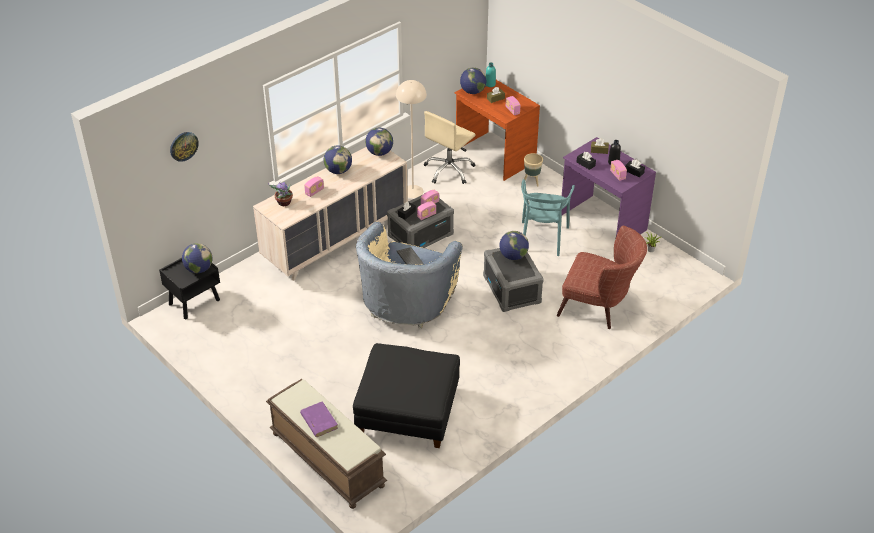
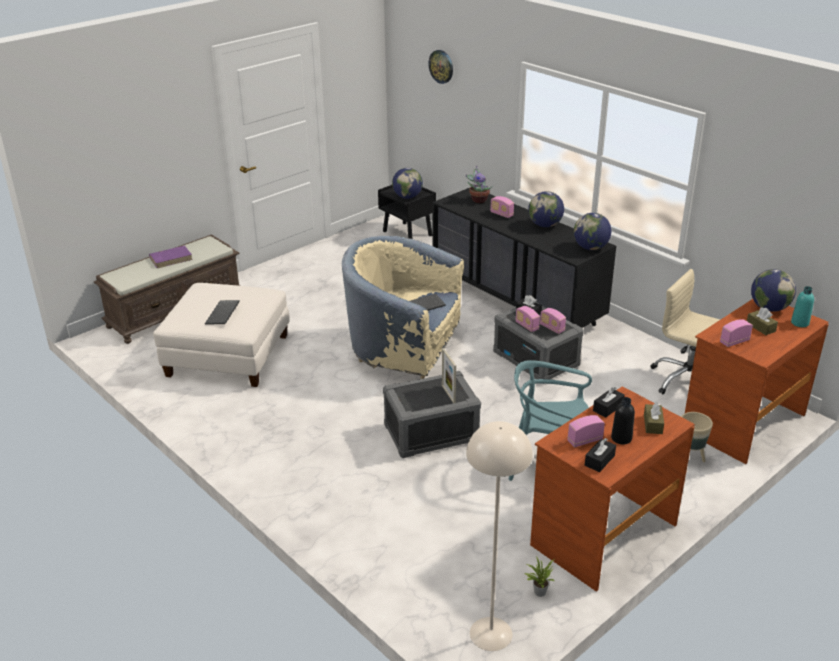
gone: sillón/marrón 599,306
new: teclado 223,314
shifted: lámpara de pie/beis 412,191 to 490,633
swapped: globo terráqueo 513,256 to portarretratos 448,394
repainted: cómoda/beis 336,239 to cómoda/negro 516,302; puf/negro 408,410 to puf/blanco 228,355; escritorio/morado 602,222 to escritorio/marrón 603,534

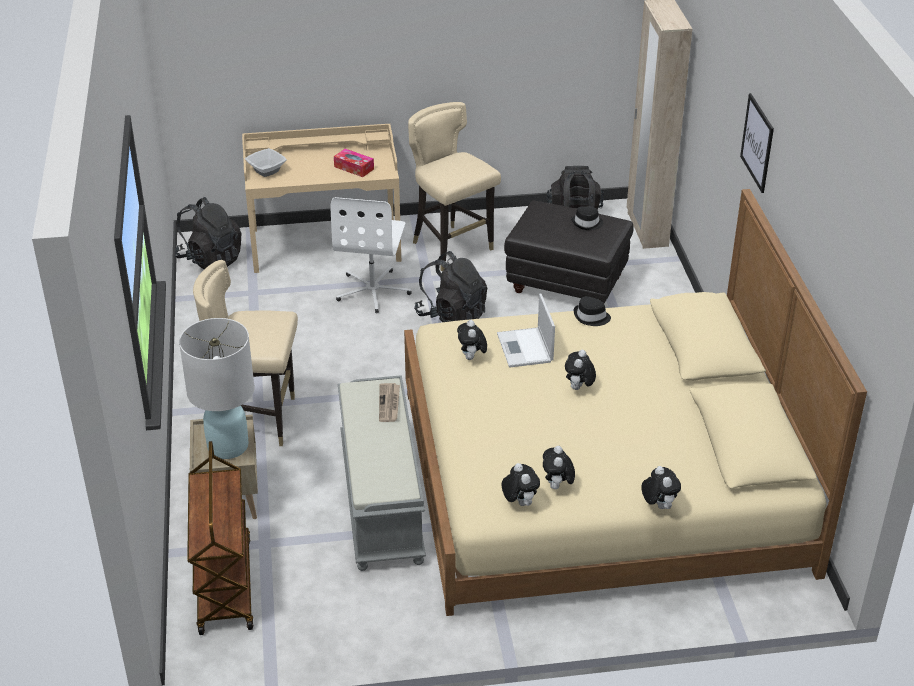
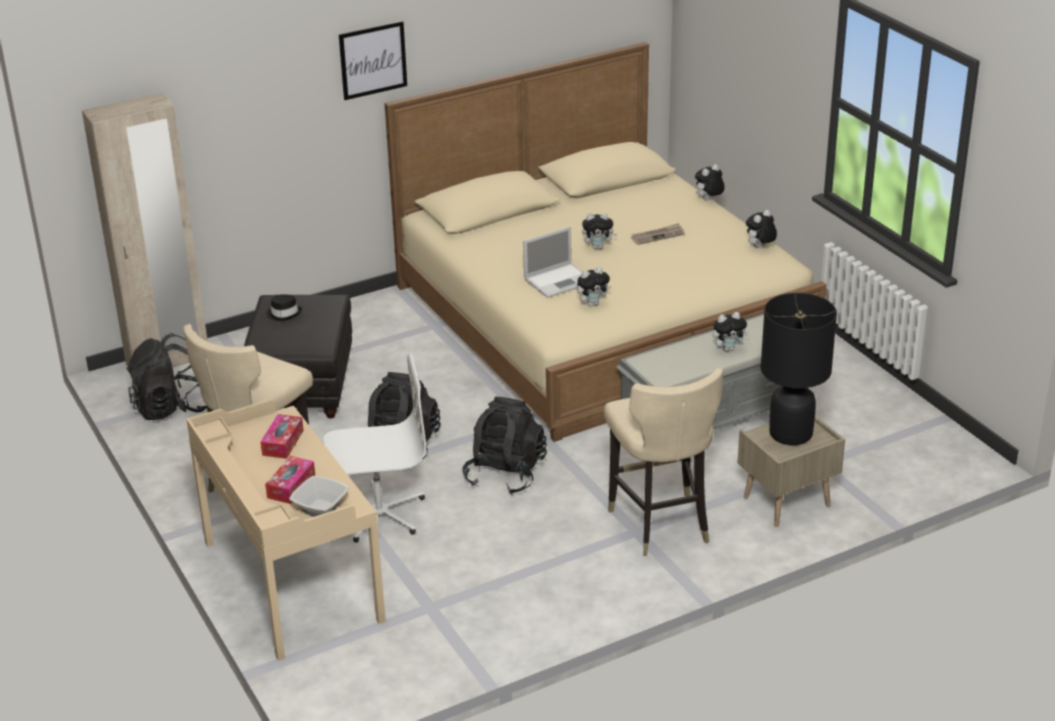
gone: carrito/marrón 224,584; sombrero/negro 591,317
new: caja de pañuelos 291,486
shifted: mochila/negro 210,259 to 505,474; periódico 389,404 to 657,236; peluche 557,487 to 728,348
repainted: lámpara de mesa/blanco 228,446 to lámpara de mesa/negro 790,433

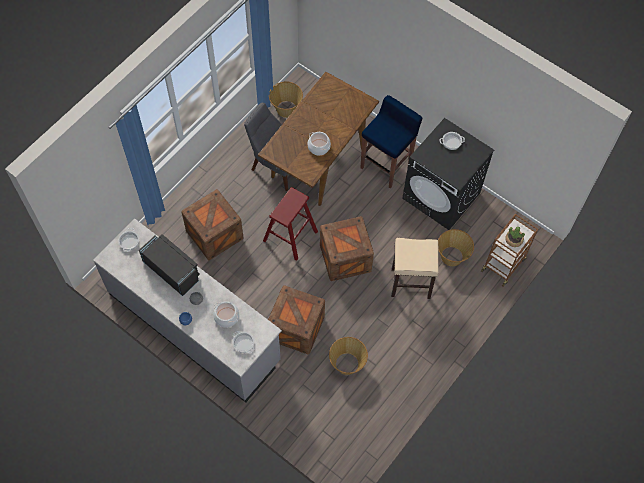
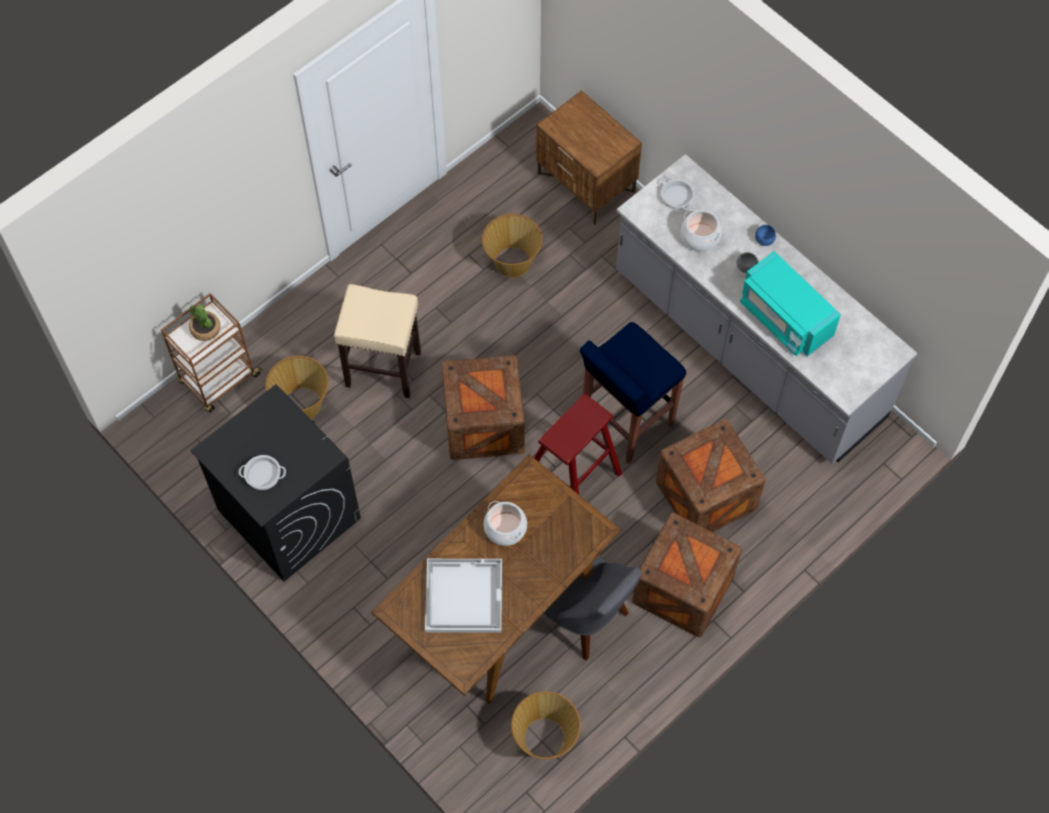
gone: olla 129,242
new: bandeja/blanco 463,595; mesita de noche/marrón 586,183
shifted: caja de embalaje 296,328 to 683,589; taburete/azul 386,166 to 625,423
repainted: microondas/negro 172,271 to microondas/turquesa 784,318

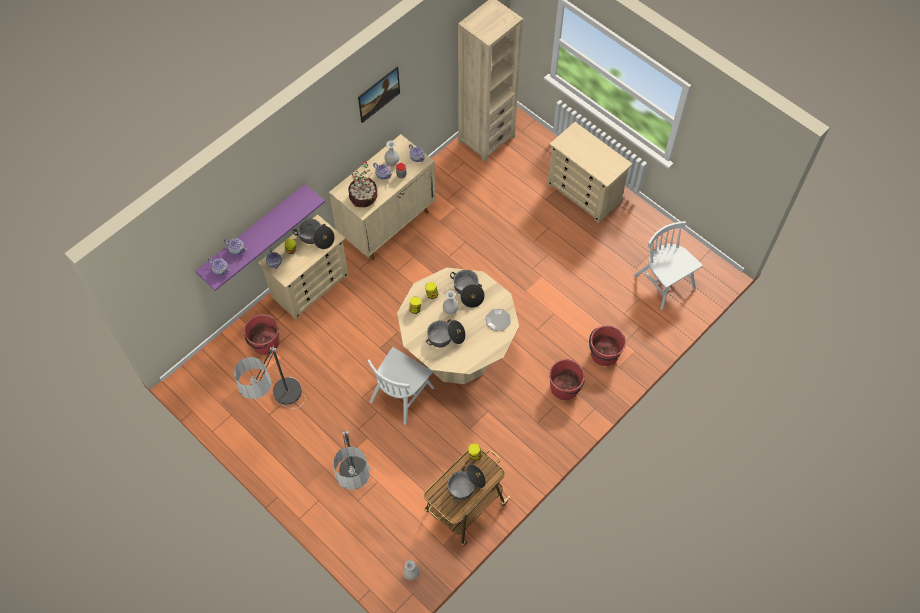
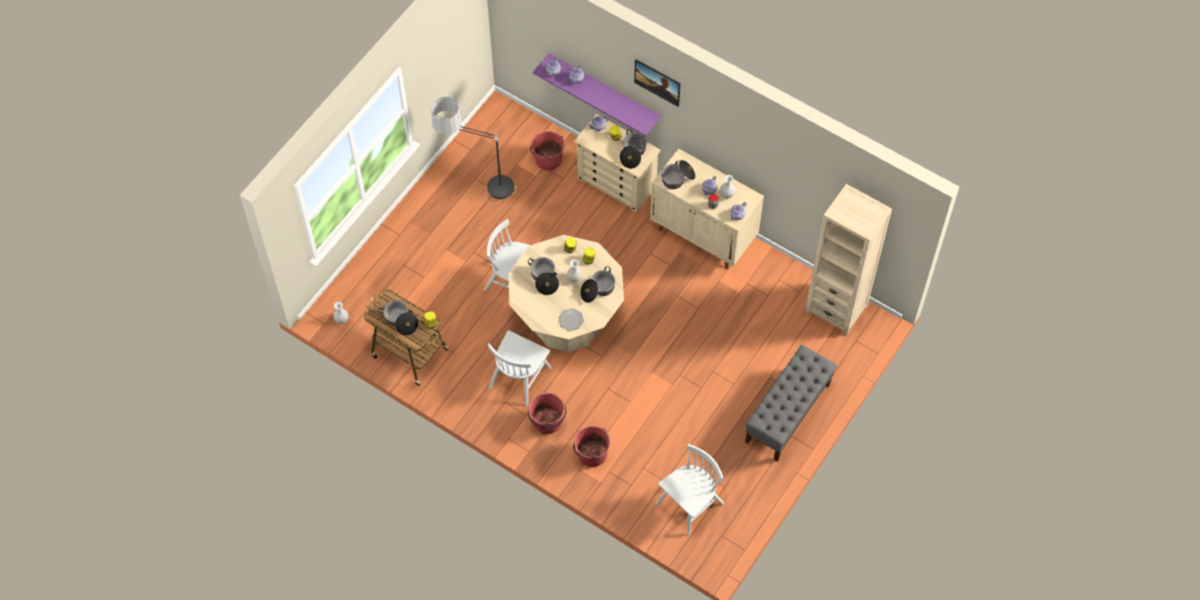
gone: lámpara de pie 360,493
new: silla/blanco 520,377
shifted: cuadro 379,101 to 657,88
swapped: planta en maceta 364,198 to olla 678,178; cómoda/beis 584,193 to banco/gris 787,413

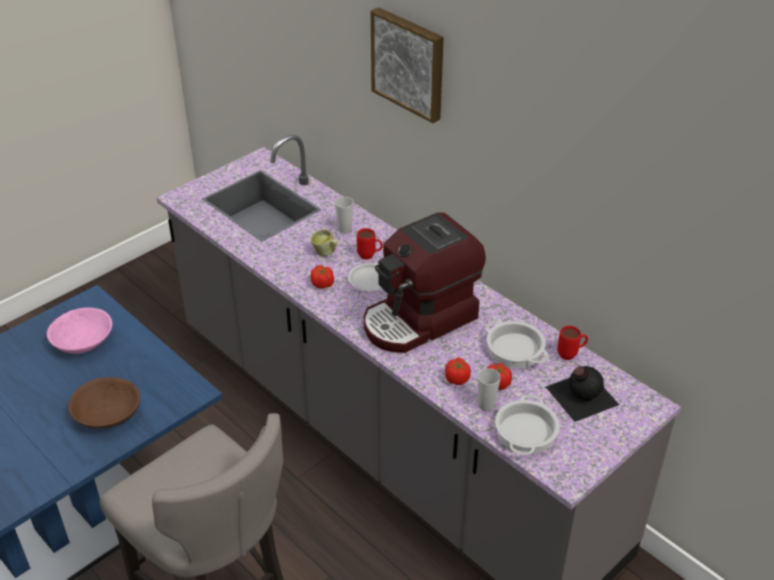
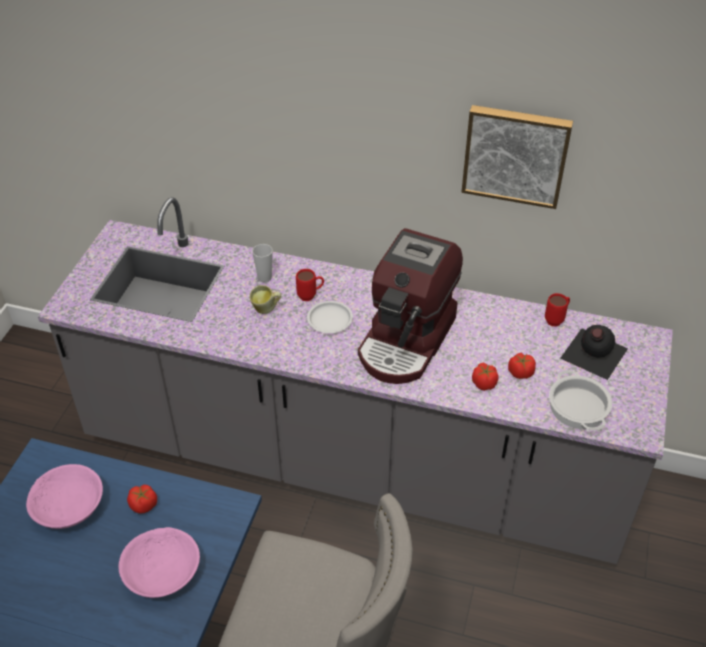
gone: taza 486,405; olla 514,349
shifted: tomate 322,284 to 144,505; cuadro 409,63 to 515,154
repainted: cuenco/marrón 107,414 to cuenco/rosa 162,573

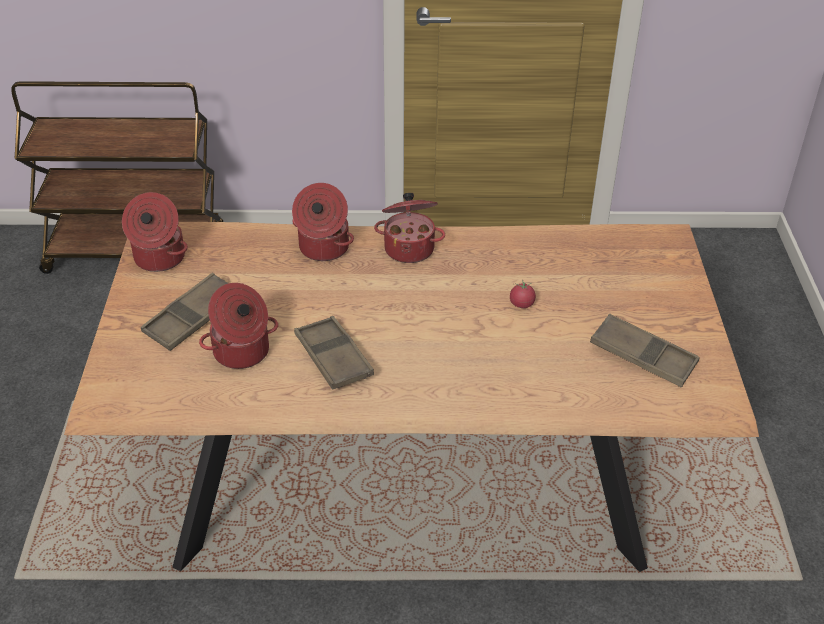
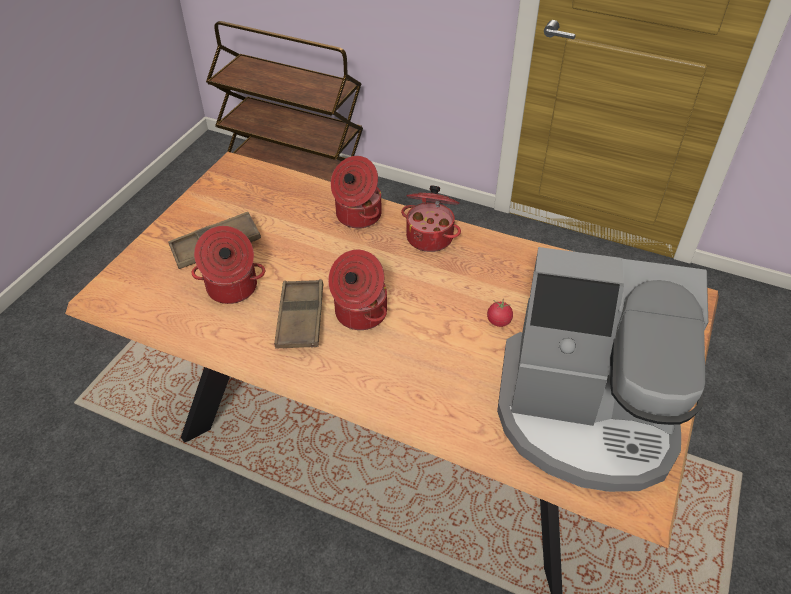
shifted: olla 158,258 to 359,313
swapped: bandeja/marrón 643,356 to cafetera 587,414

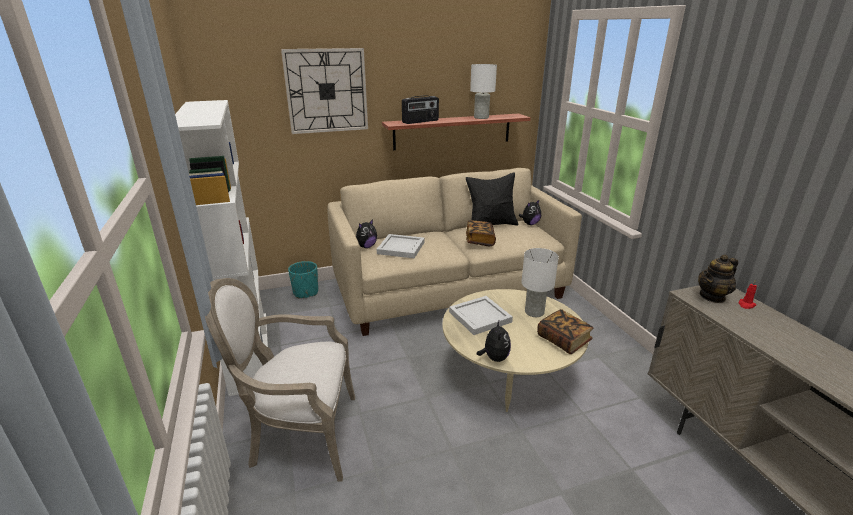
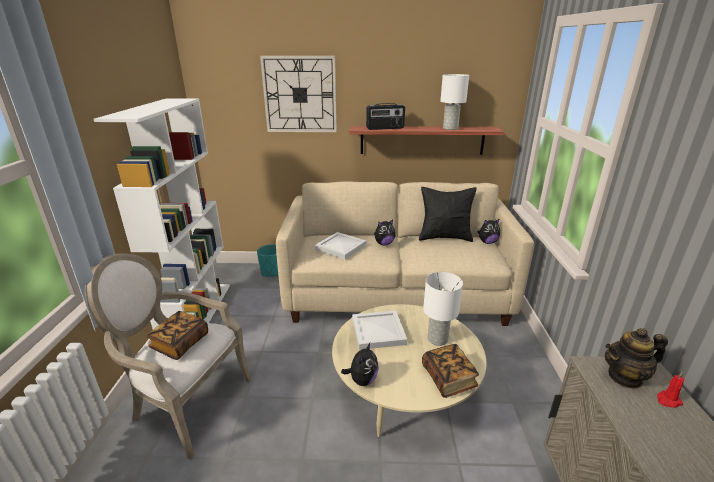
shifted: peluche 366,246 to 384,244; libro 480,240 to 180,343

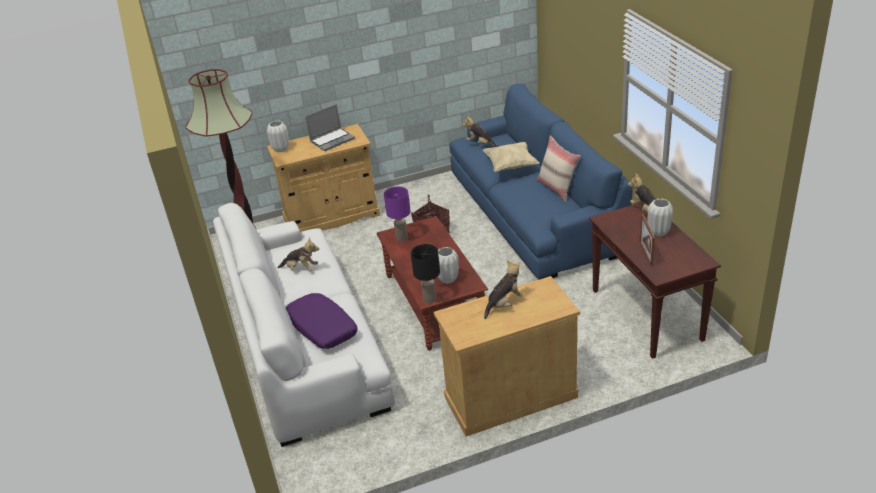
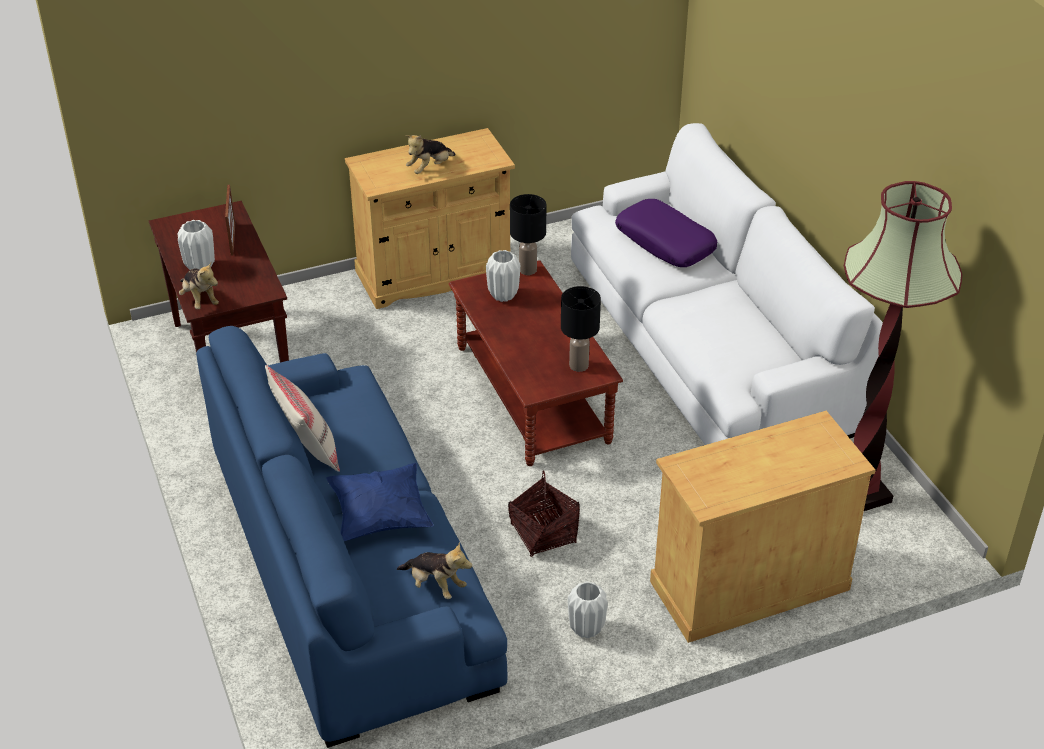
gone: peluche 301,269; portátil 332,140
shifted: florero/blanco 281,149 to 586,628
repainted: lámpara de mesa/morado 401,237 to lámpara de mesa/negro 579,365; cojín/beis 511,166 to cojín/azul 380,516

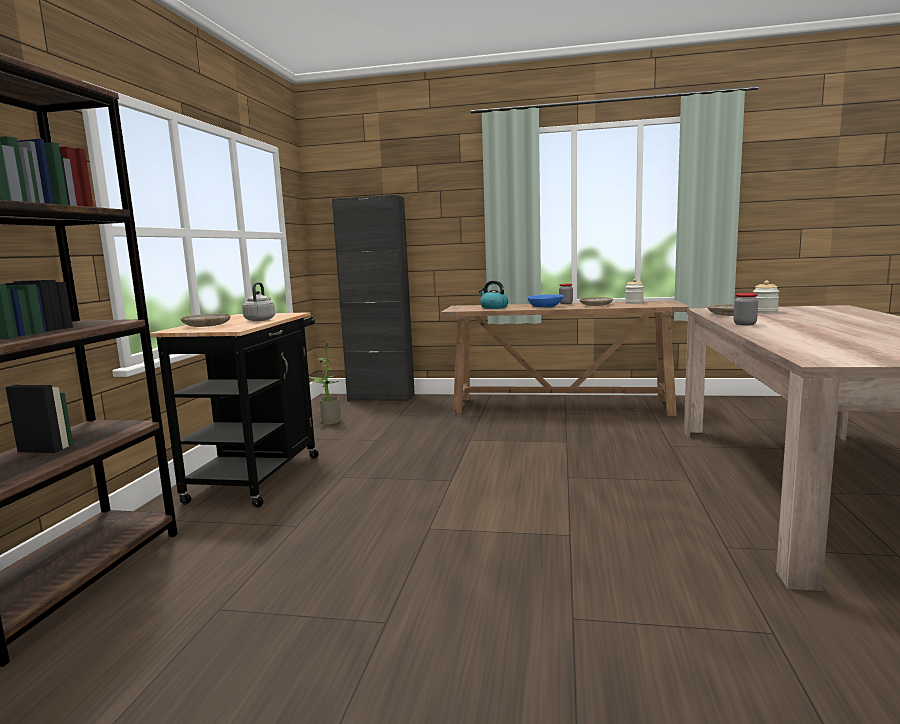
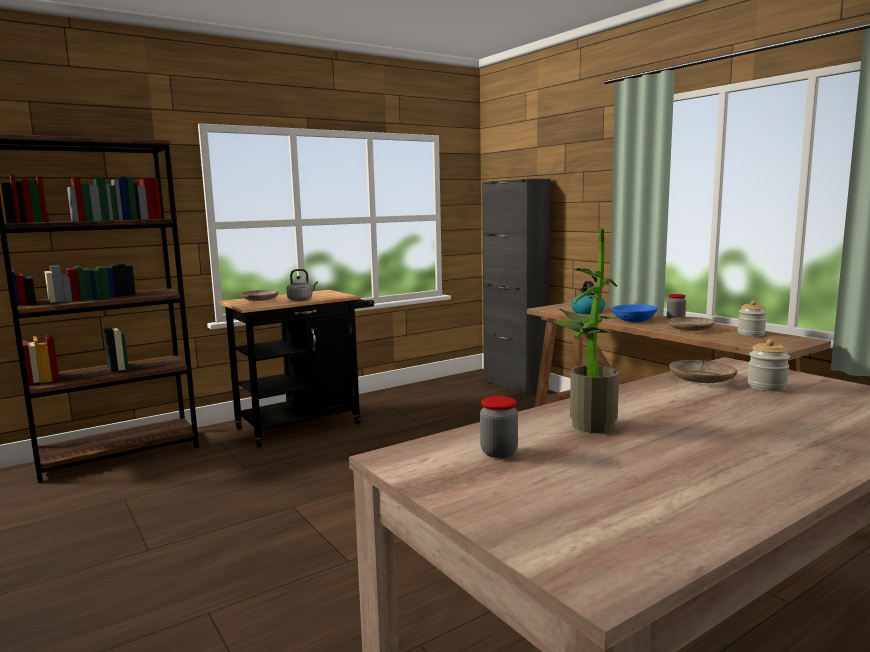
shifted: planta en maceta 328,422 to 586,424; tarro 744,324 to 499,452

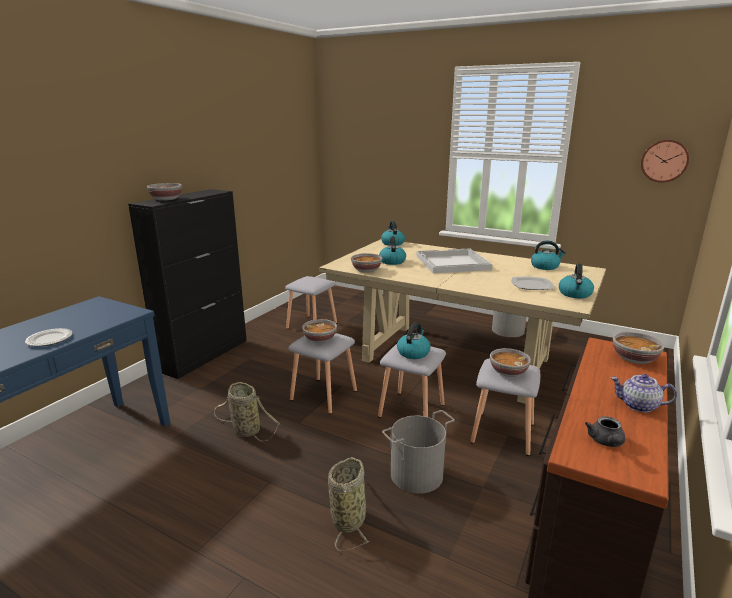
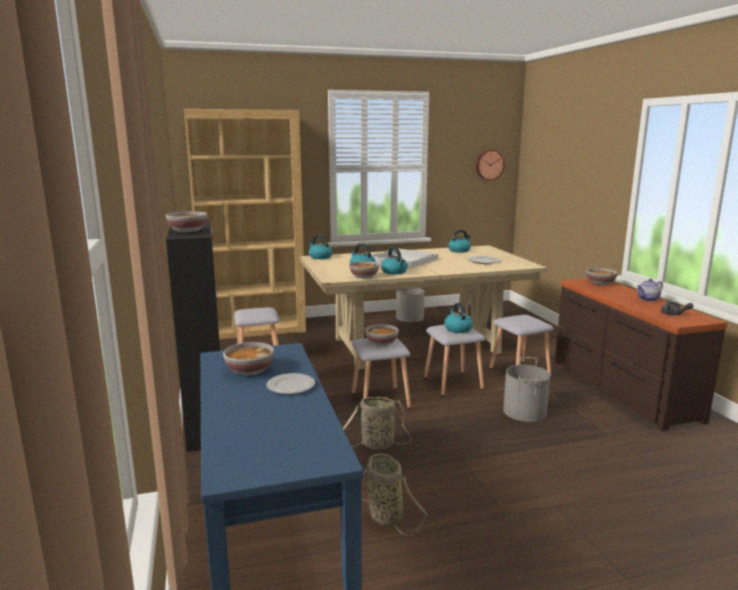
new: estantería/marrón 254,329
shifted: cesta 349,518 to 383,515; cuenco 508,372 to 249,371; hervidor 575,294 to 394,272

